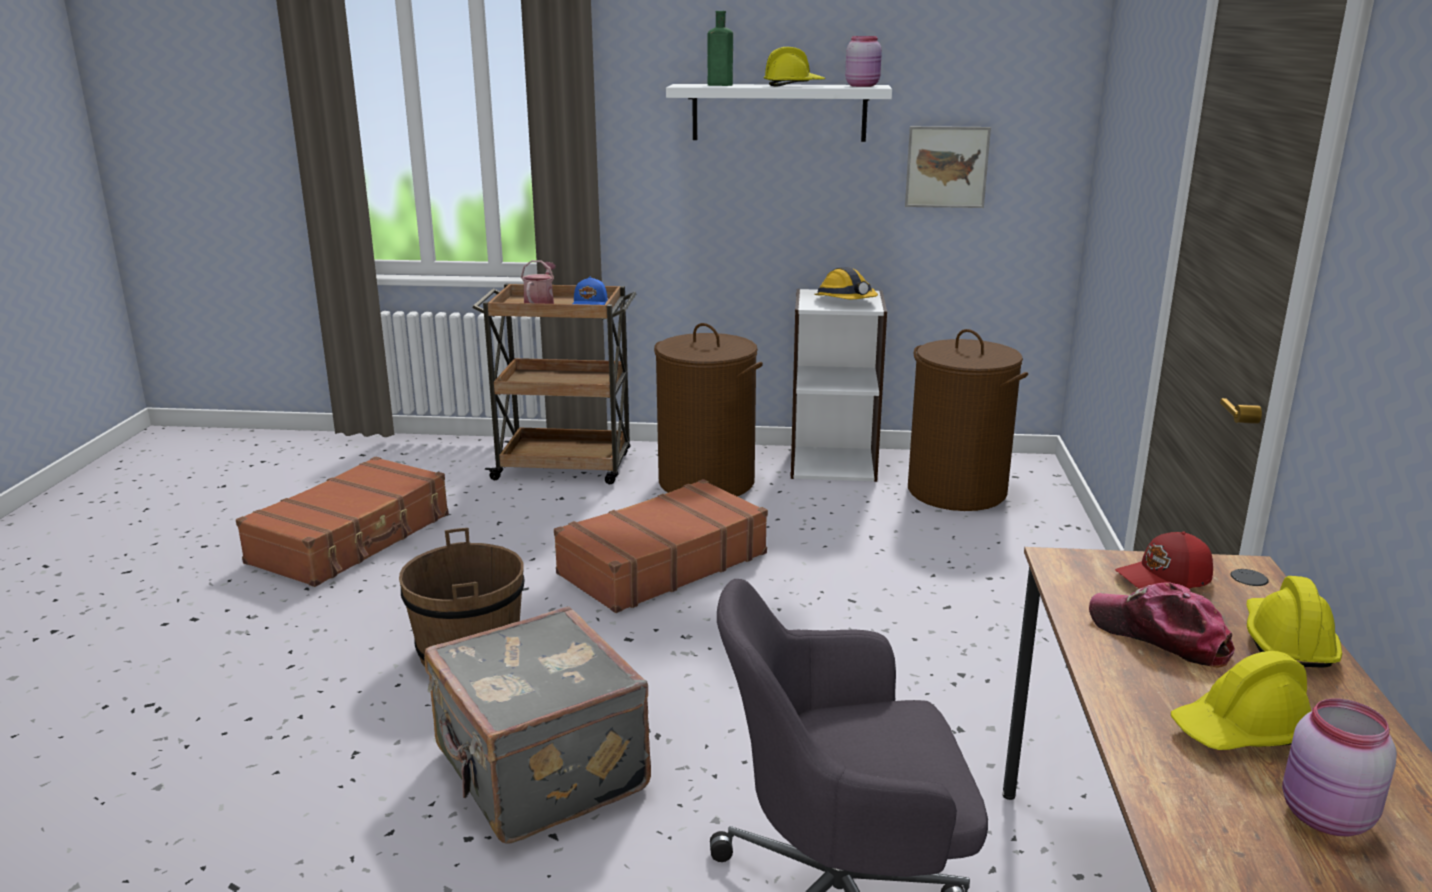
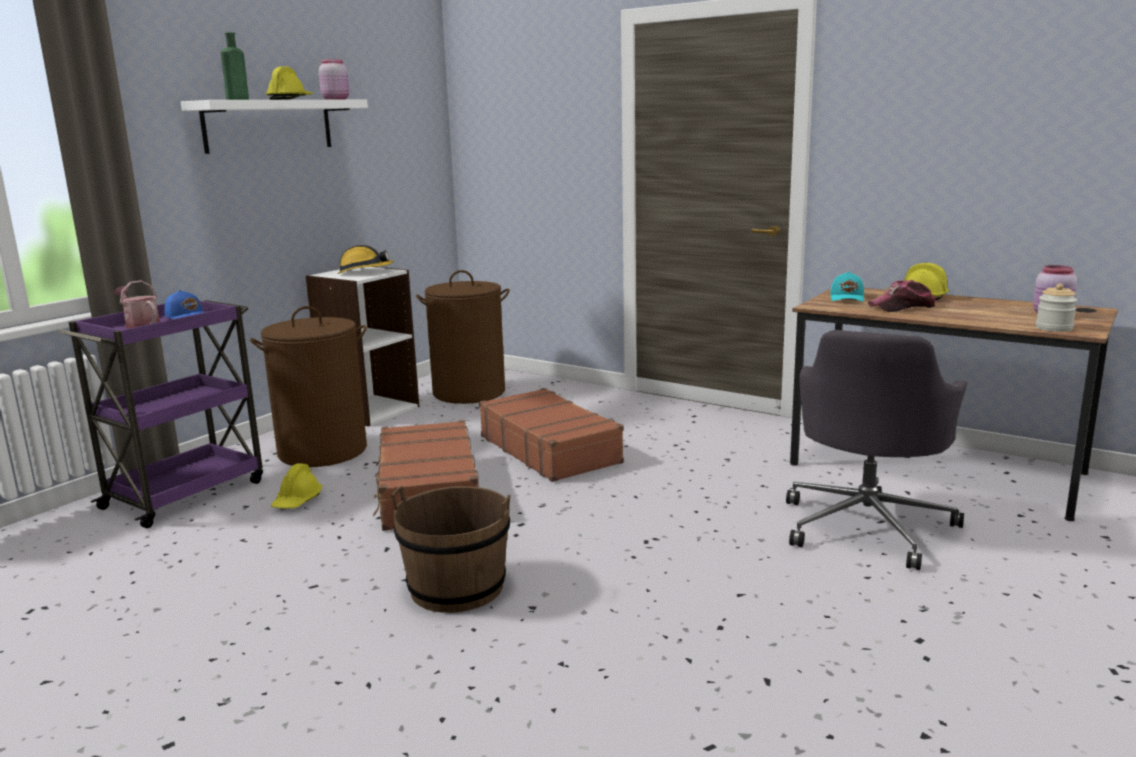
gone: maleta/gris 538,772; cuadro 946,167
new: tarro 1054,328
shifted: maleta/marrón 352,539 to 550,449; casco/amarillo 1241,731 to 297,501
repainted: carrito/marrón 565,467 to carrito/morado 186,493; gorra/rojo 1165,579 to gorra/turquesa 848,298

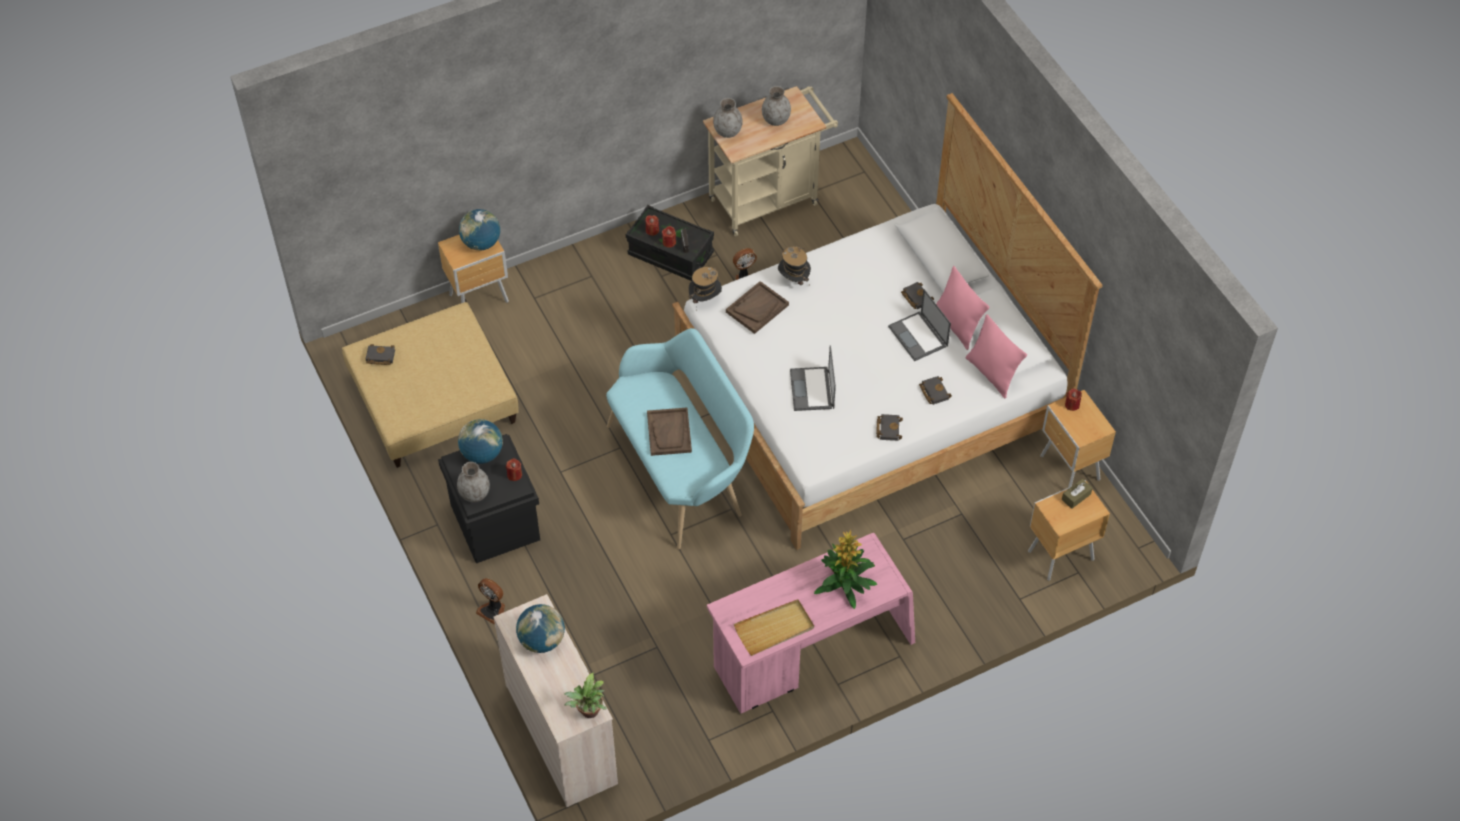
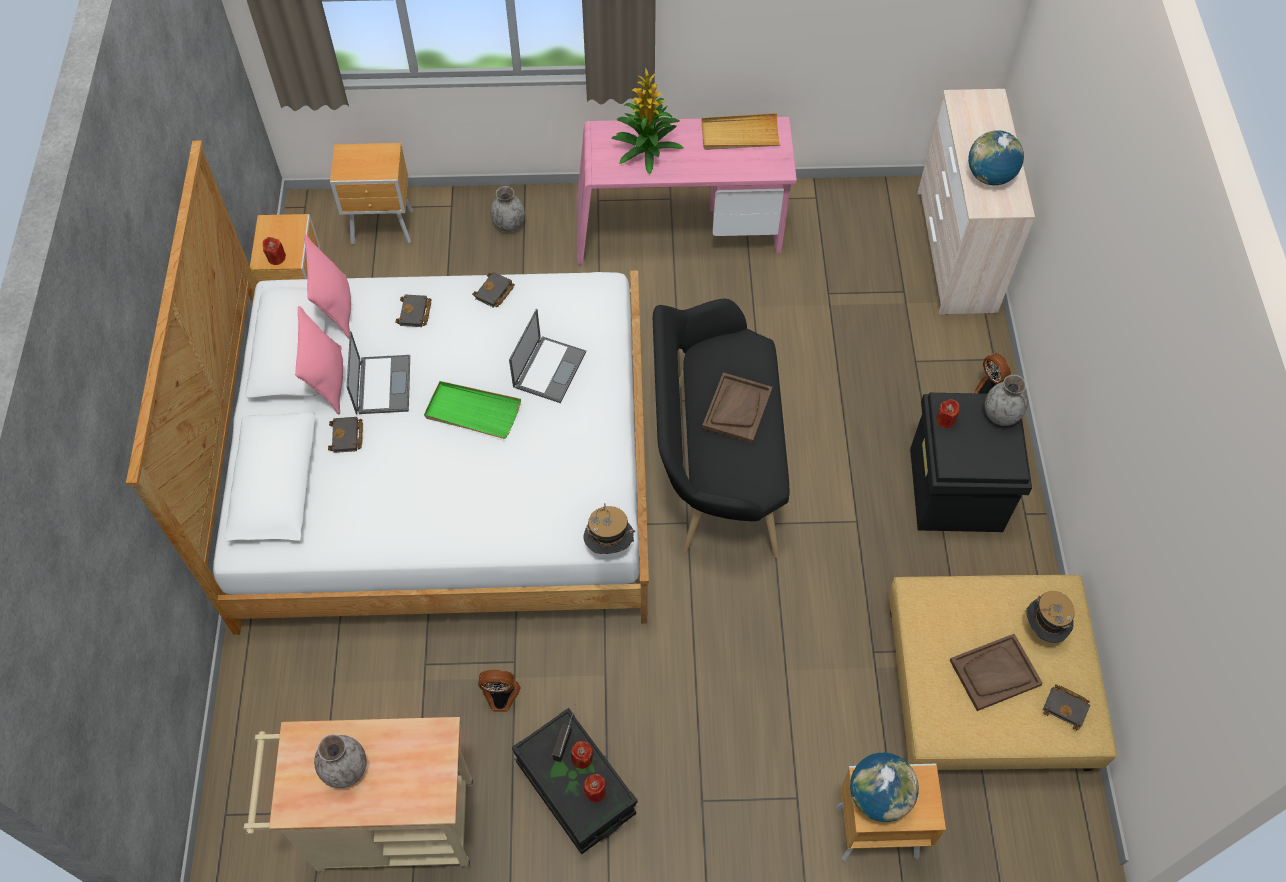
gone: globo terráqueo 482,454; planta en maceta 588,713; caja de pañuelos/marrón 1076,497
new: bandeja/verde 472,412
shifted: florero/gris 728,131 to 508,224; bandeja/marrón 757,308 to 994,673; sombrero 793,280 to 1042,629
repainted: banco/turquesa 681,470 to banco/negro 714,466

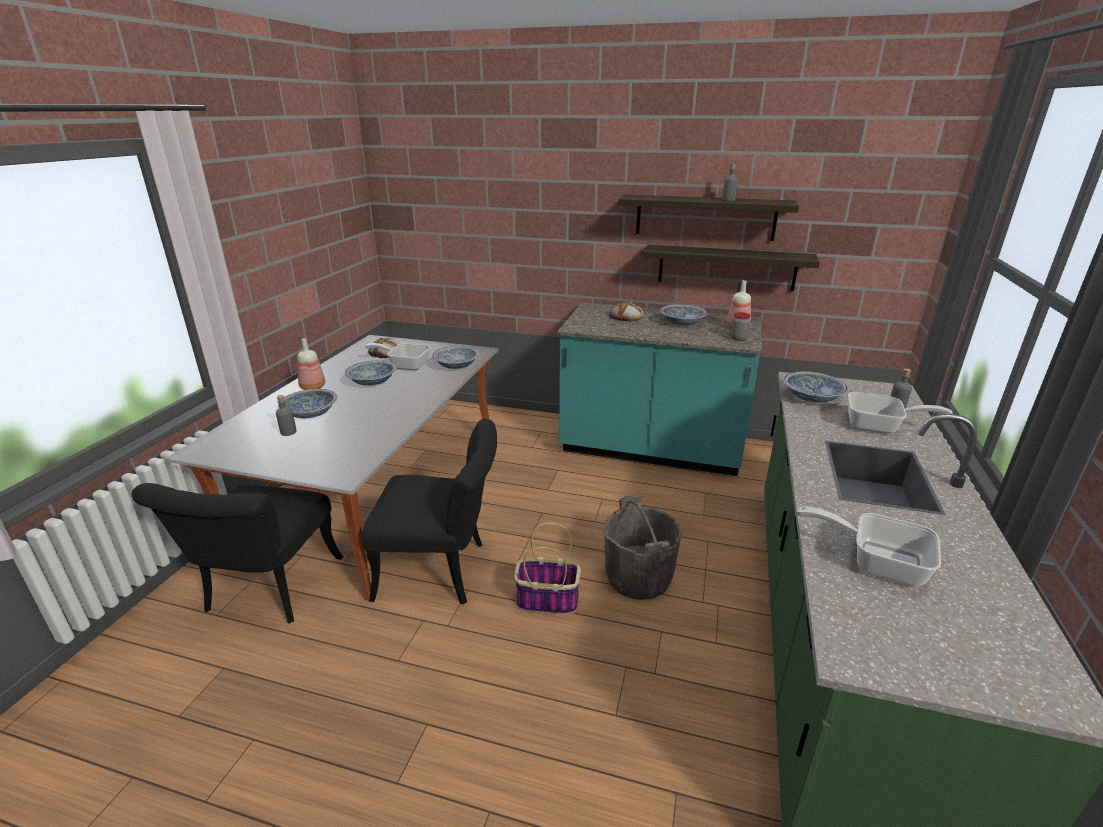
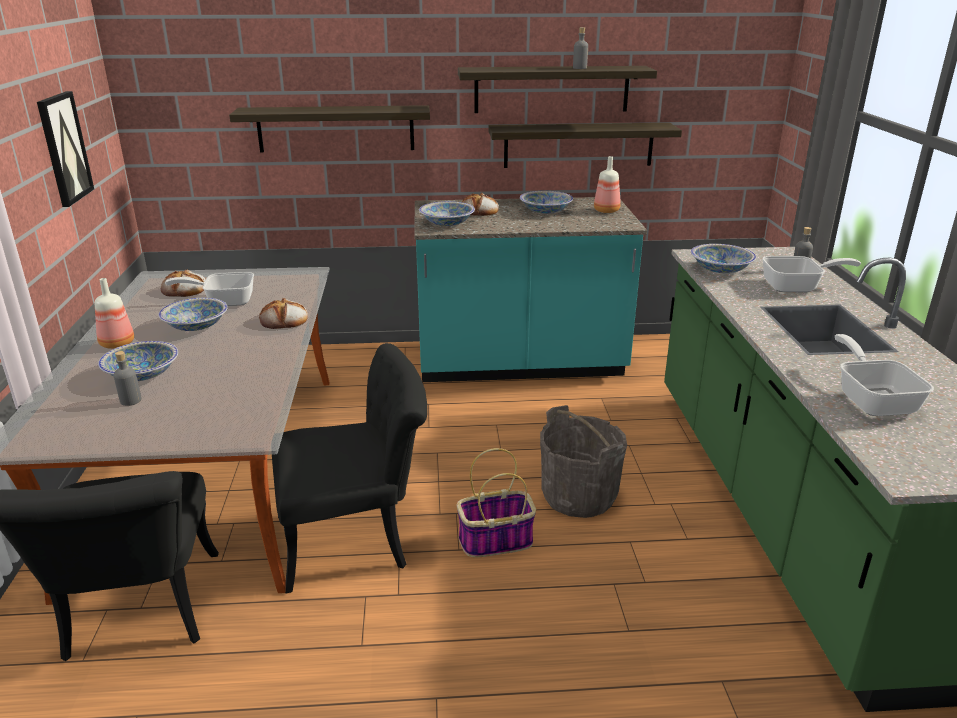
gone: tarro 738,338
new: cuadro 64,148; estante 336,128; pan 284,320
shifted: cuenco 456,365 to 447,223
rotated: sartén 876,561 = 872,399 75 degrees clockwise

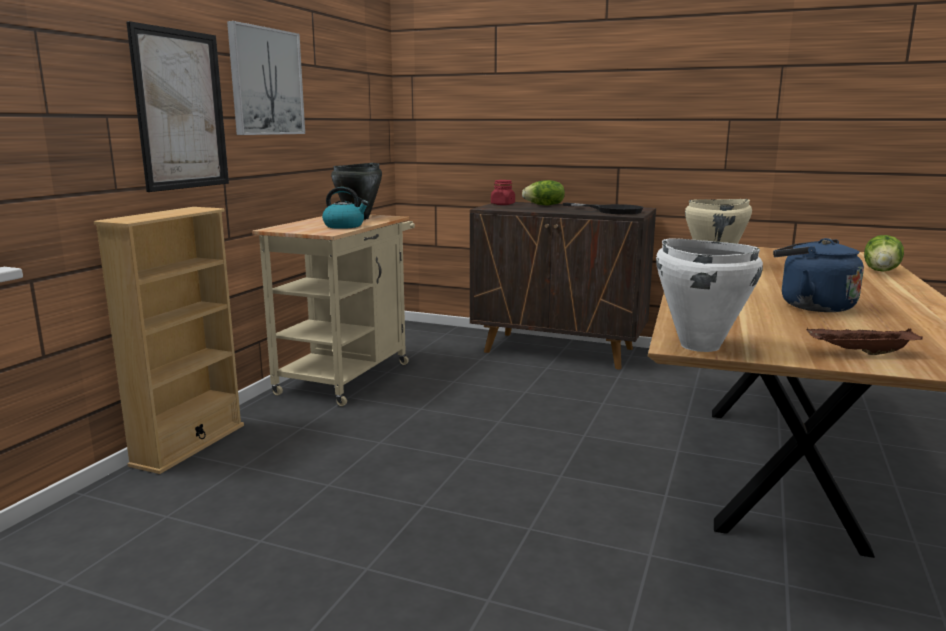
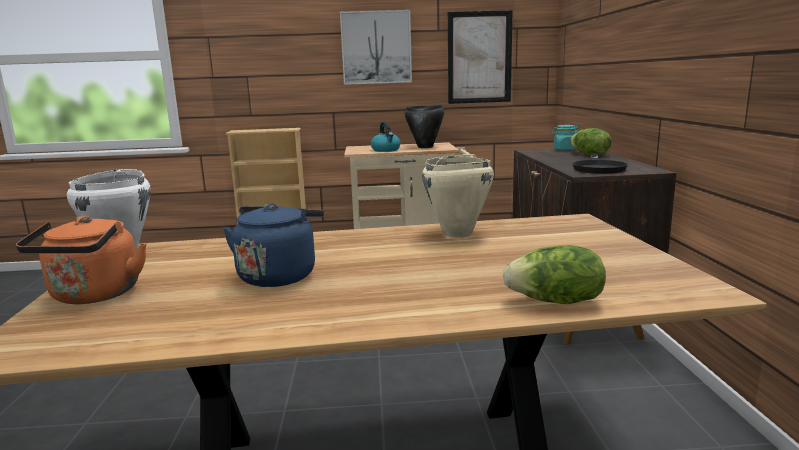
shifted: cuadro 181,110 to 479,57
swapped: bandeja/marrón 860,353 to hervidor/naranja 94,296
repainted: tarro/rojo 502,204 to tarro/turquesa 564,149

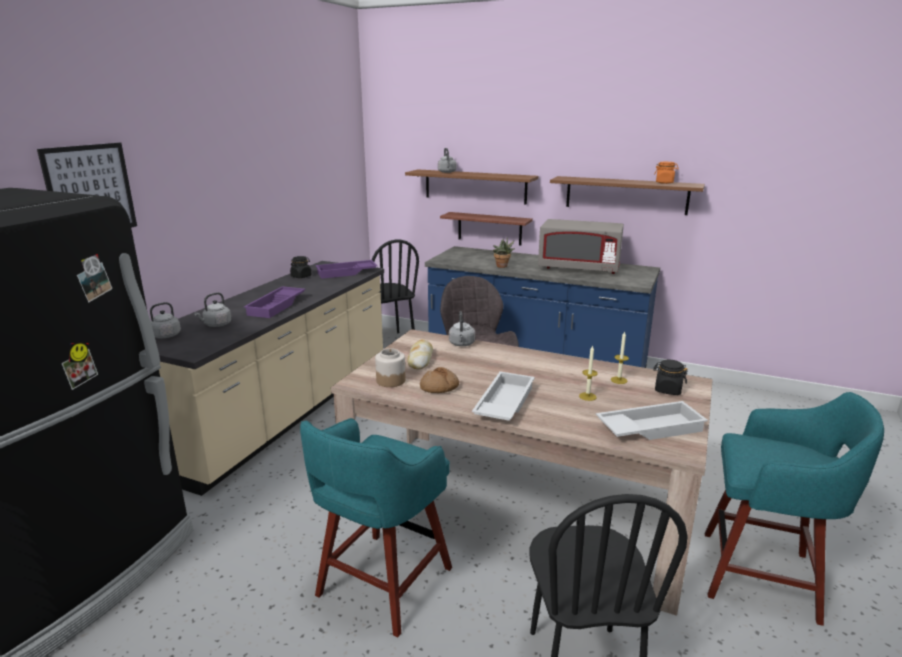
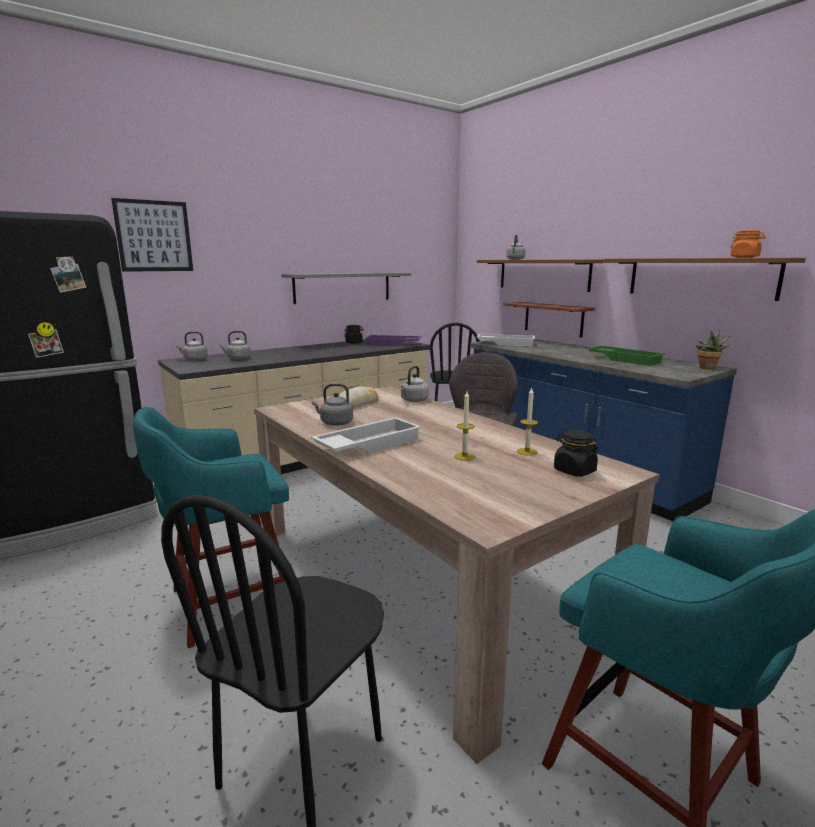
gone: bandeja/morado 277,306; tarro 391,380
new: estante/gris 343,287
shifted: planta en maceta 502,266 to 707,368; bandeja/blanco 649,427 to 506,343
swapped: pan 439,387 to hervidor/gris 335,423; microondas/gris 579,268 to bandeja/verde 625,359

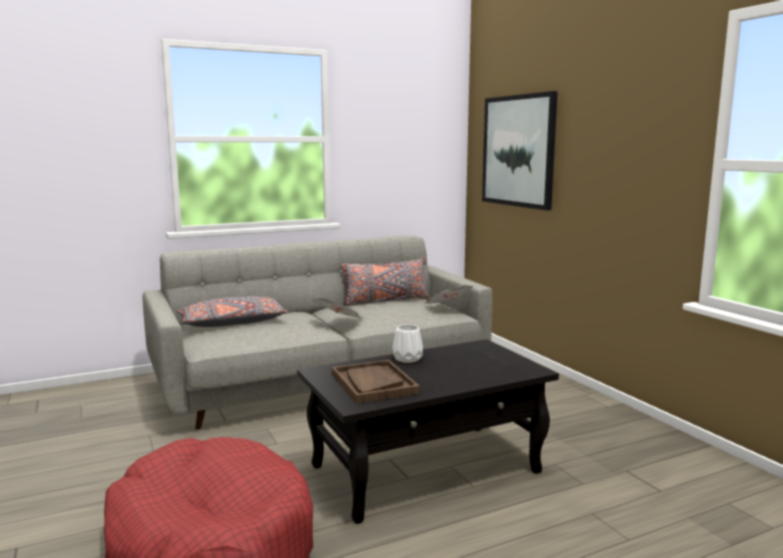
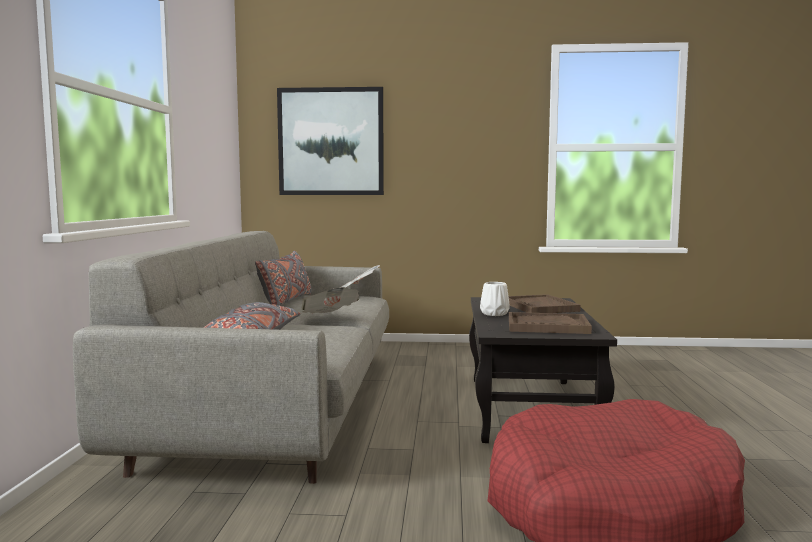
new: bandeja/marrón 540,307

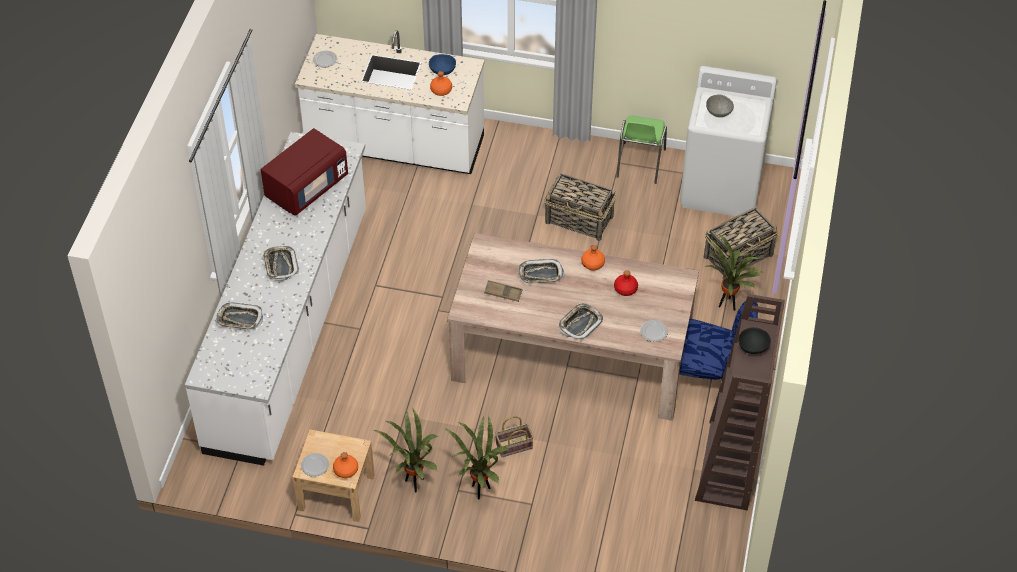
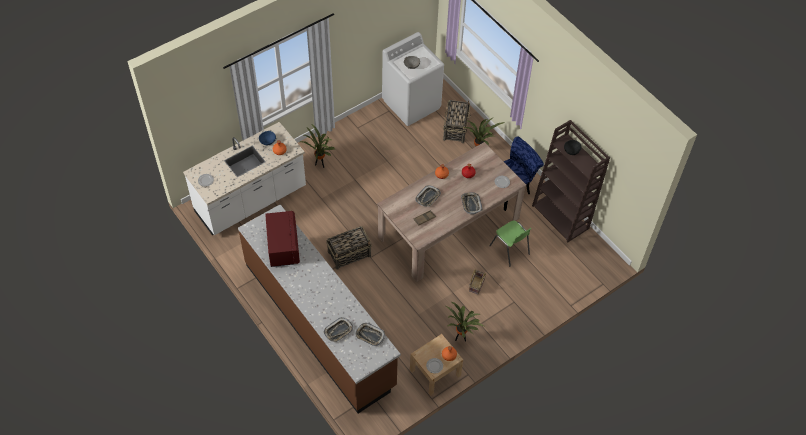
shifted: bandeja 280,265 to 369,335; planta en maceta 479,491 to 320,165; cesta 580,220 to 350,254; silla/verde 640,163 to 510,250
repainted: mueble bajo de cocina/blanco 290,329 to mueble bajo de cocina/marrón 319,324

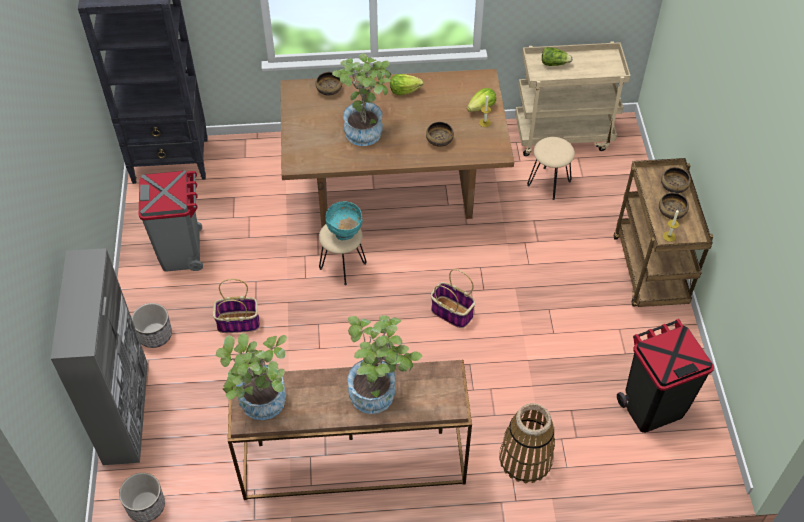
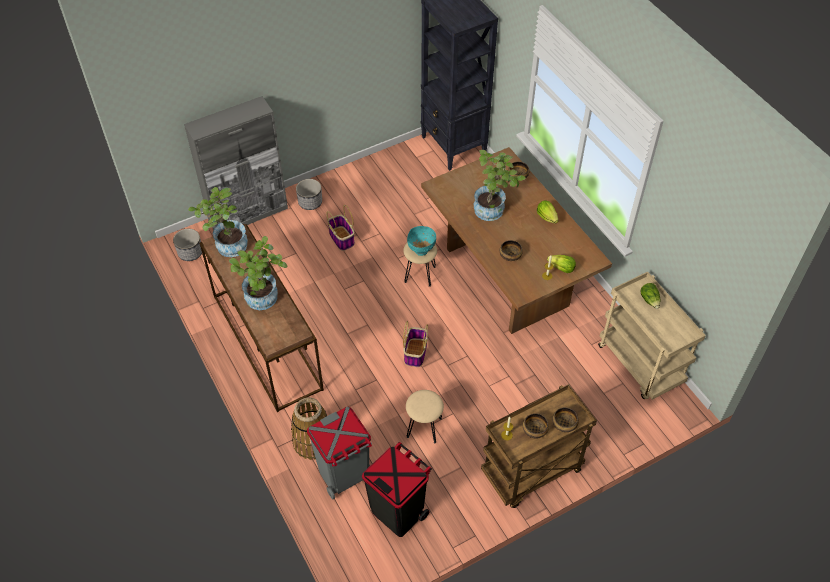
shifted: papelera/gris 182,252 to 344,474; taburete/beis 549,183 to 424,428

